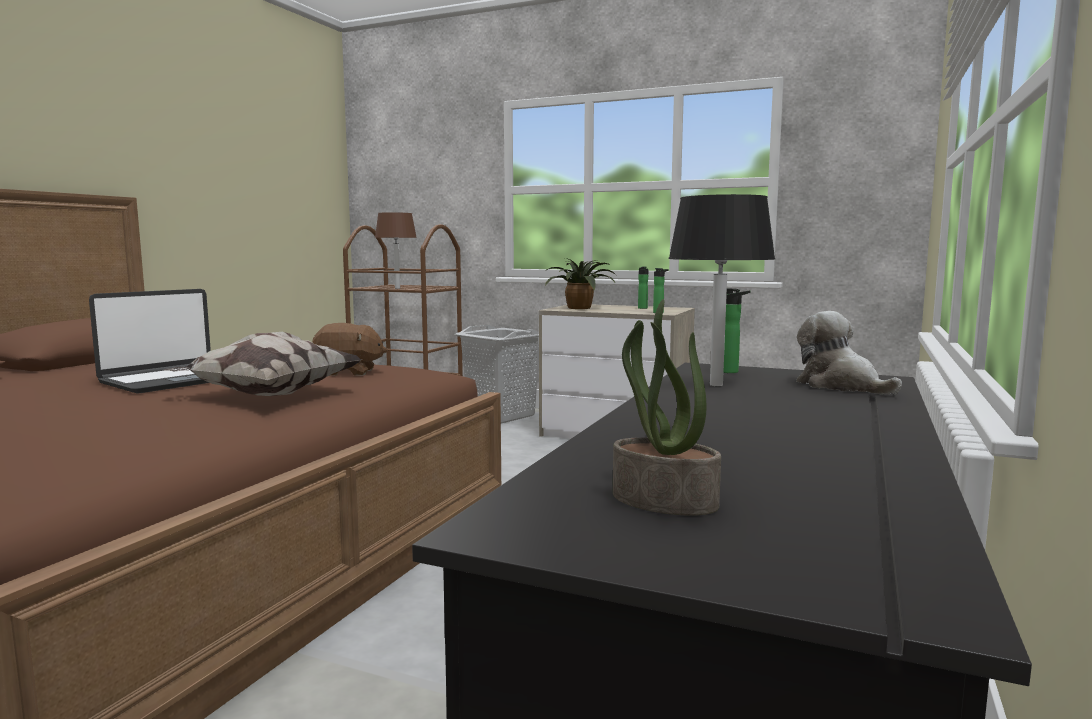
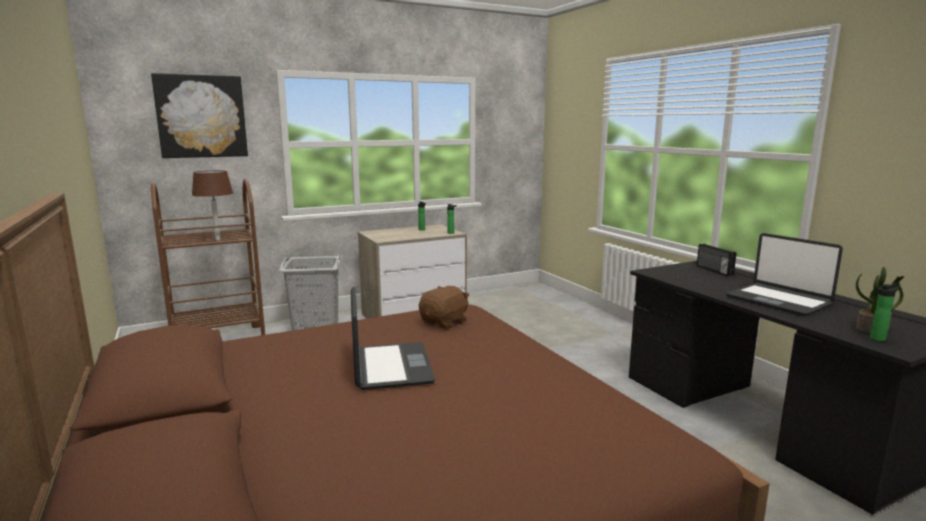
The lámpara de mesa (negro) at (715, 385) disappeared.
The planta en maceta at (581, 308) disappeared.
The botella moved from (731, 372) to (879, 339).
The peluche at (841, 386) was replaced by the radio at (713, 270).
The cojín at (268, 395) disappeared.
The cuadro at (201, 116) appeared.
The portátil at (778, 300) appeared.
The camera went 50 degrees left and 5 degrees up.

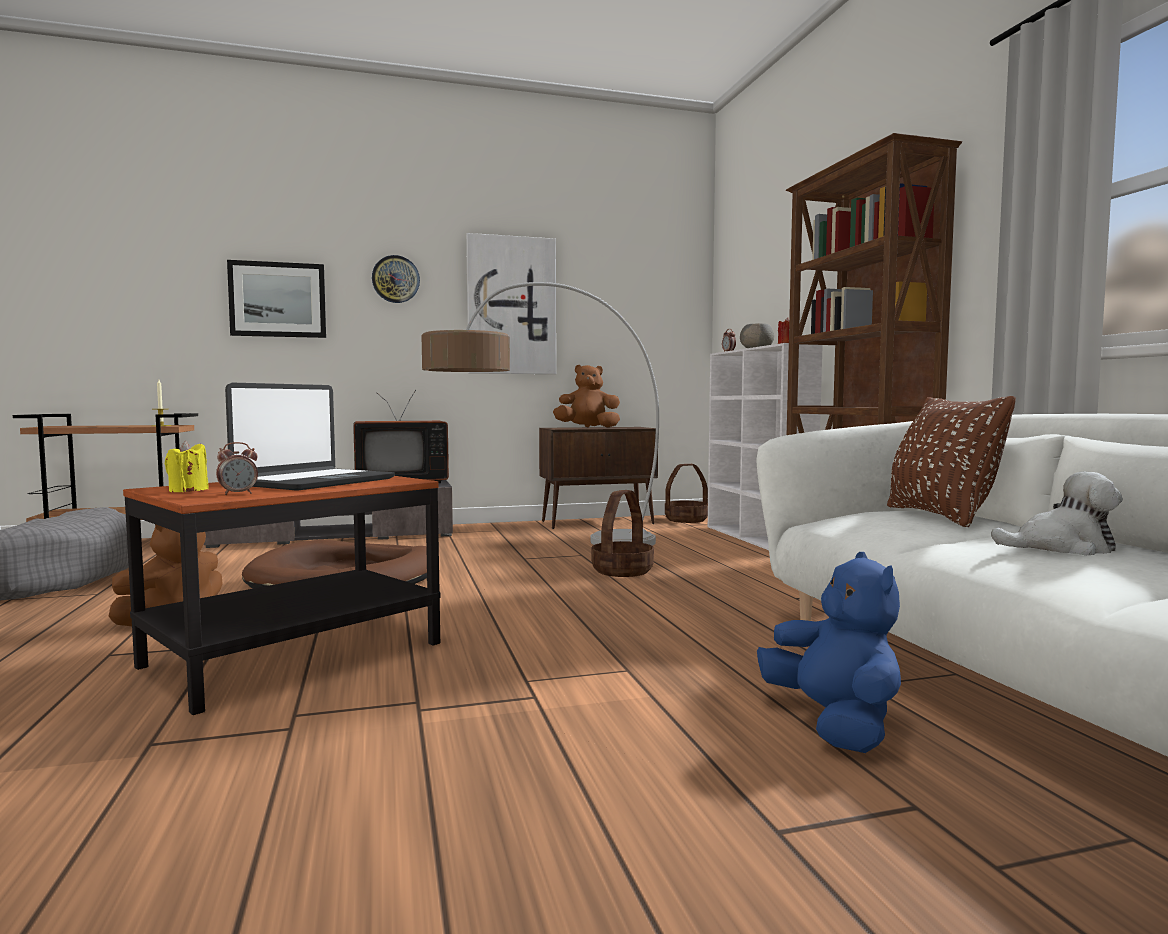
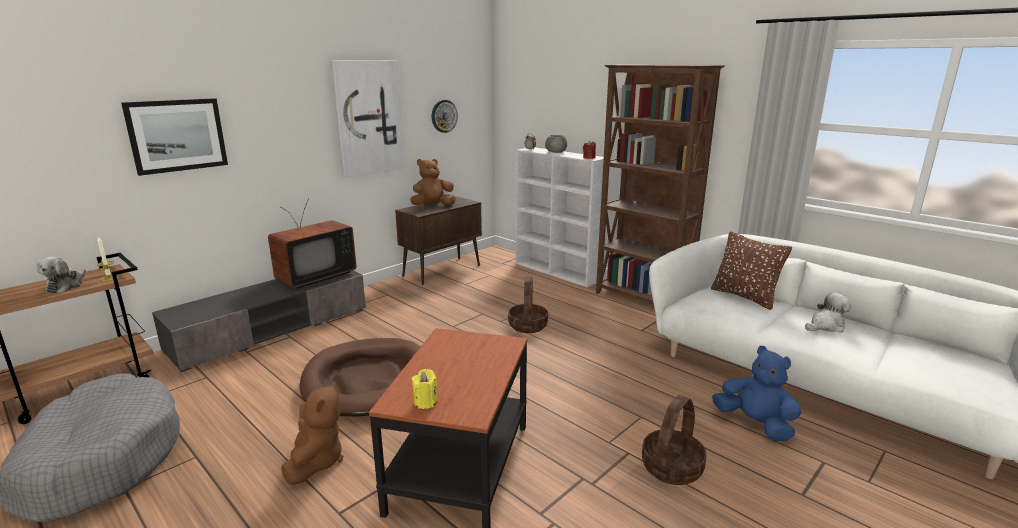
The reloj de pared moved from (395, 279) to (444, 116).
The lámpara de pie at (534, 546) disappeared.
The portátil at (314, 482) disappeared.
The despertador at (238, 494) disappeared.
The cesta moved from (686, 520) to (672, 468).
The peluche at (66, 286) appeared.
The camera went 30 degrees left and 15 degrees up.

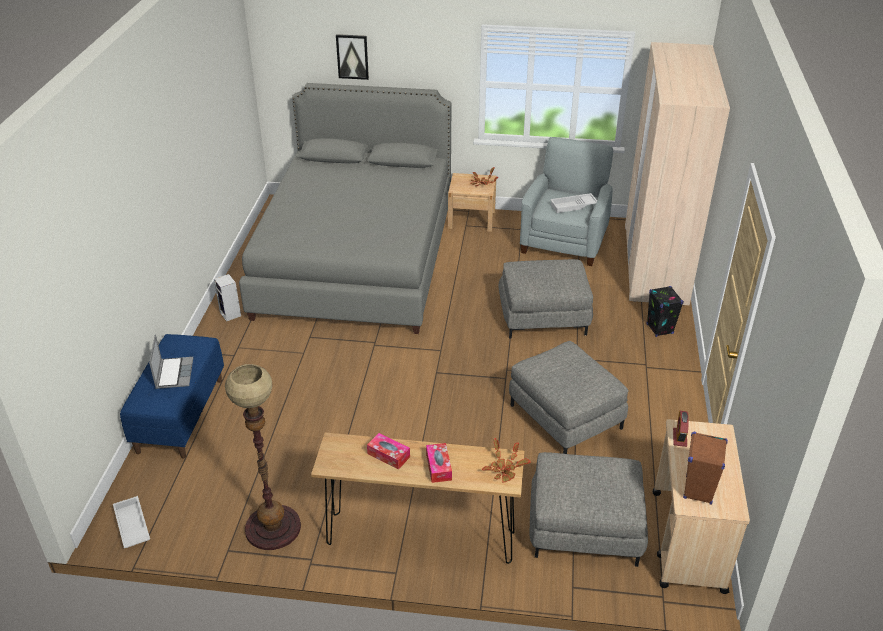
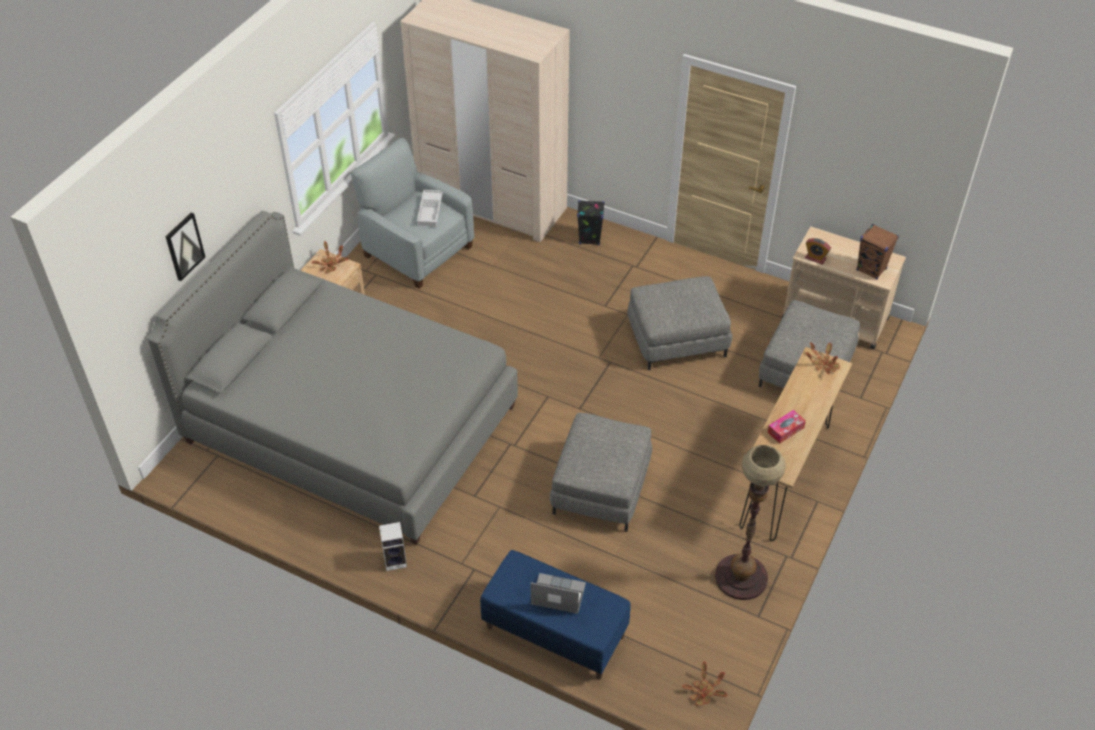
The puf (gris) moved from (543, 317) to (601, 488).
The caja de pañuelos at (438, 467) disappeared.
The bandeja (blanco) at (131, 526) was replaced by the planta en maceta at (703, 692).
The camera went 70 degrees left and 10 degrees up.

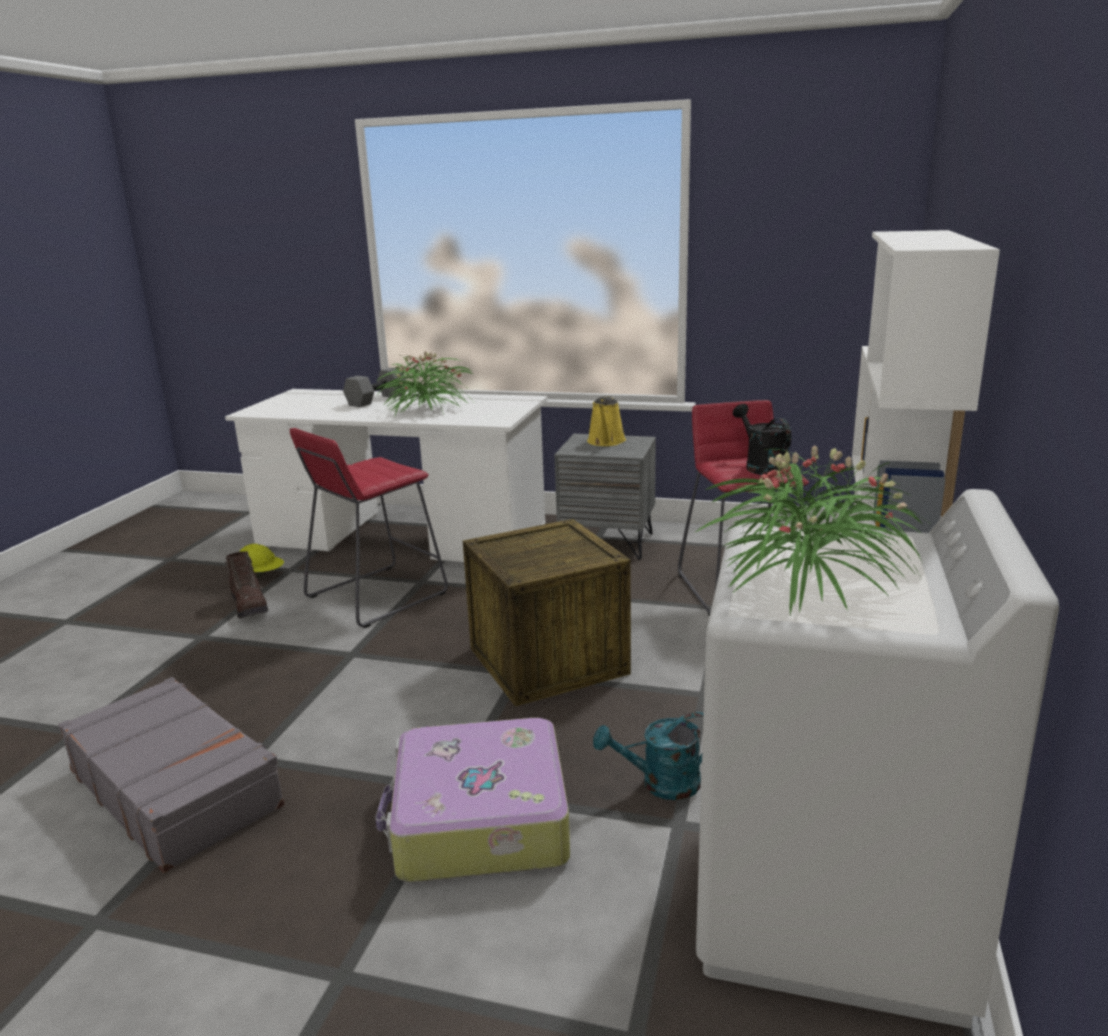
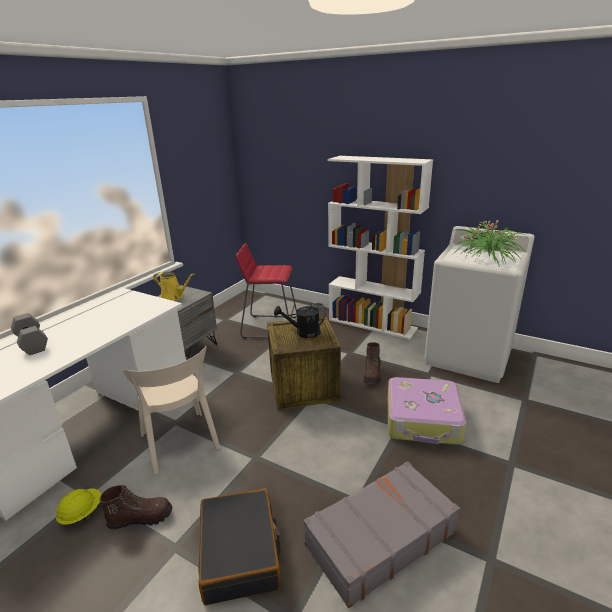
The planta en maceta at (426, 409) disappeared.
The regadera (negro) moved from (761, 466) to (303, 333).
The taburete (rojo) at (376, 596) was replaced by the silla (beis) at (180, 444).
The regadera (turquesa) at (660, 784) disappeared.
The bota (marrón) at (372, 375) appeared.
The maleta (negro) at (240, 553) appeared.
The camera went 75 degrees left and 5 degrees up.

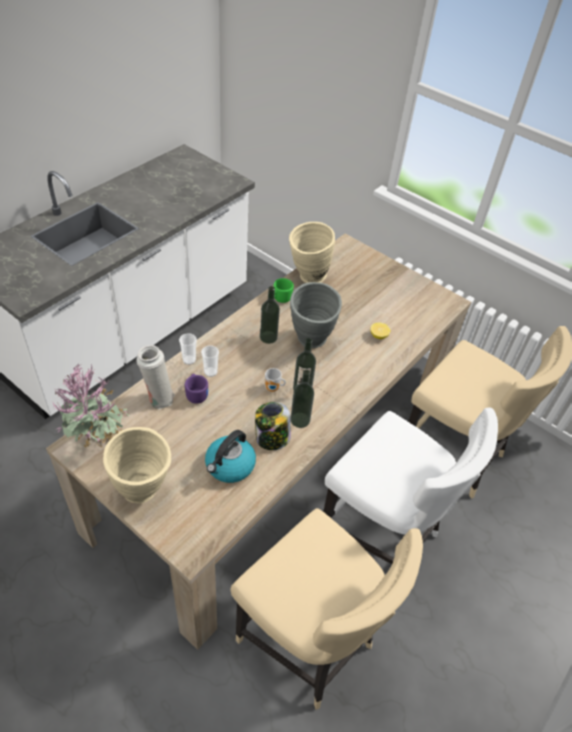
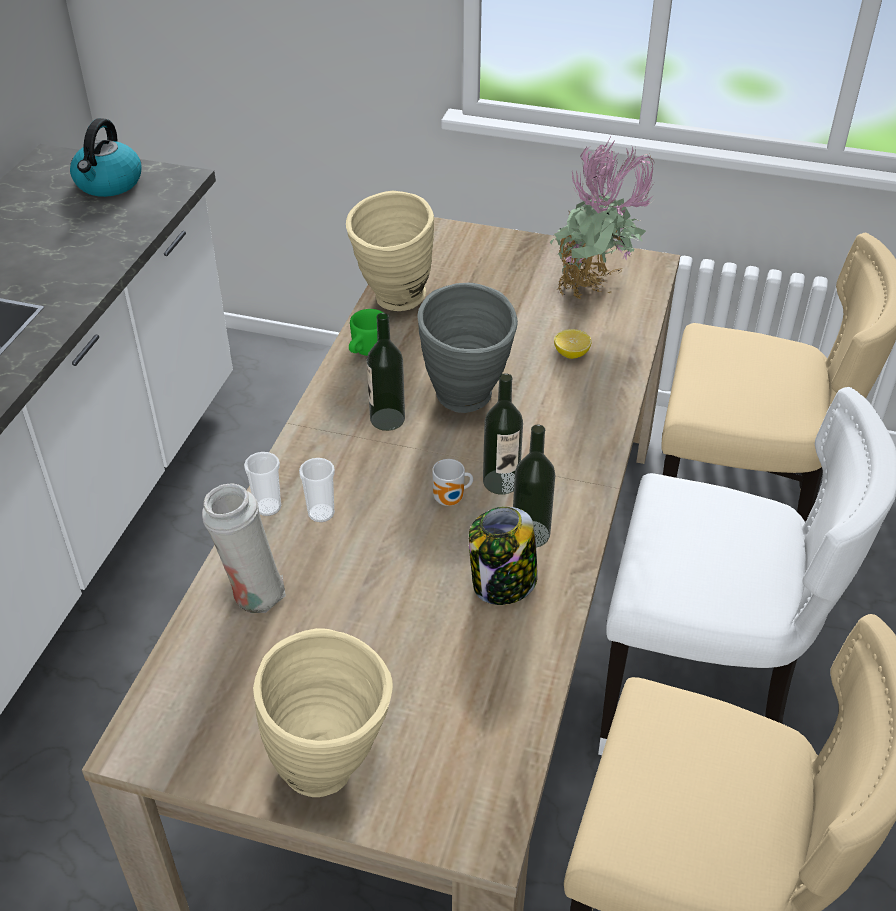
The planta en maceta moved from (100, 446) to (593, 294).
The taza grande (morado) at (196, 394) disappeared.
The hervidor moved from (229, 466) to (108, 184).
The camera went 20 degrees left and 5 degrees down.

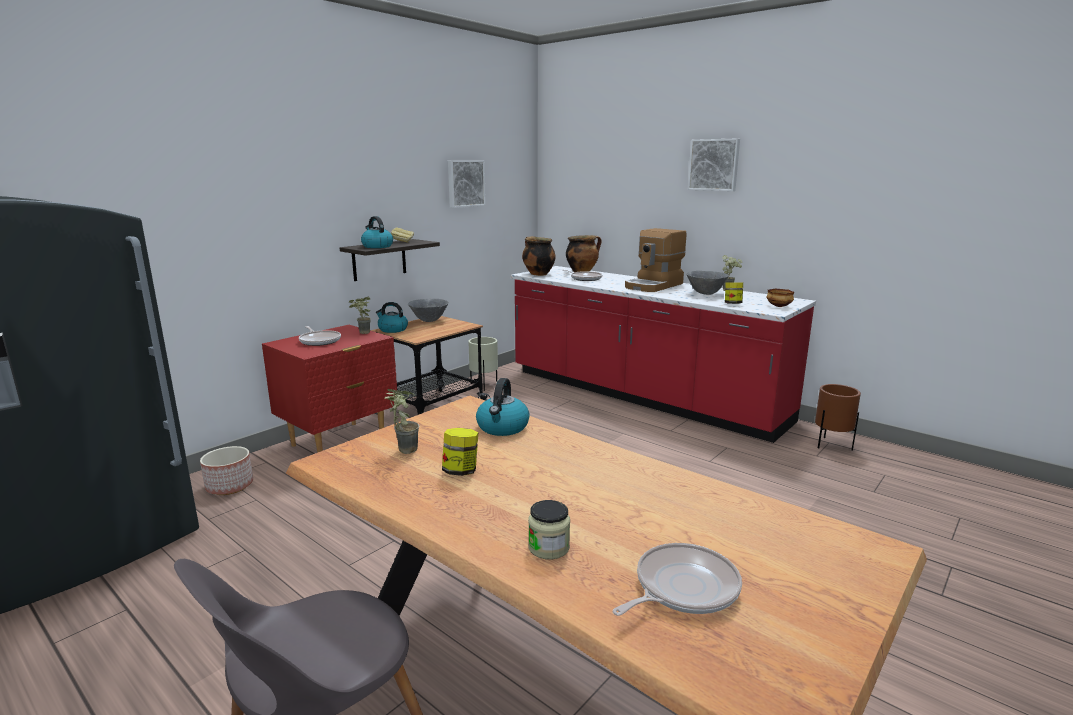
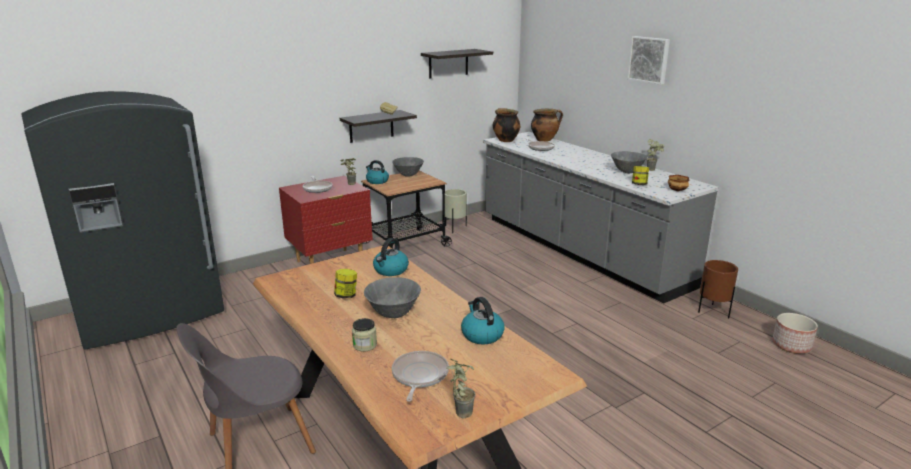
The cuadro at (465, 183) was replaced by the estante at (448, 63).
The hervidor moved from (377, 246) to (481, 335).
The cafetera at (654, 286) disappeared.
The mueble bajo de cocina (rojo) at (641, 396) became the mueble bajo de cocina (gris) at (578, 251).
The planta en maceta moved from (402, 449) to (459, 412).
The maceta moved from (230, 486) to (791, 346).
The sartén at (682, 588) turned 60 degrees counterclockwise.
The cuenco (gris) at (393, 314) appeared.
The camera went 15 degrees right and 5 degrees up.

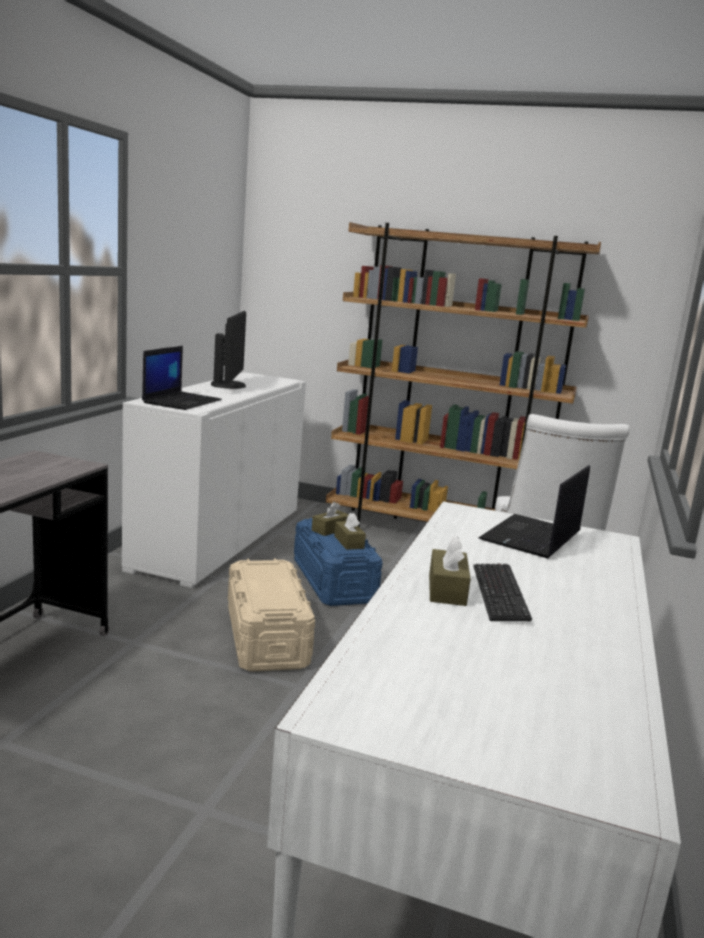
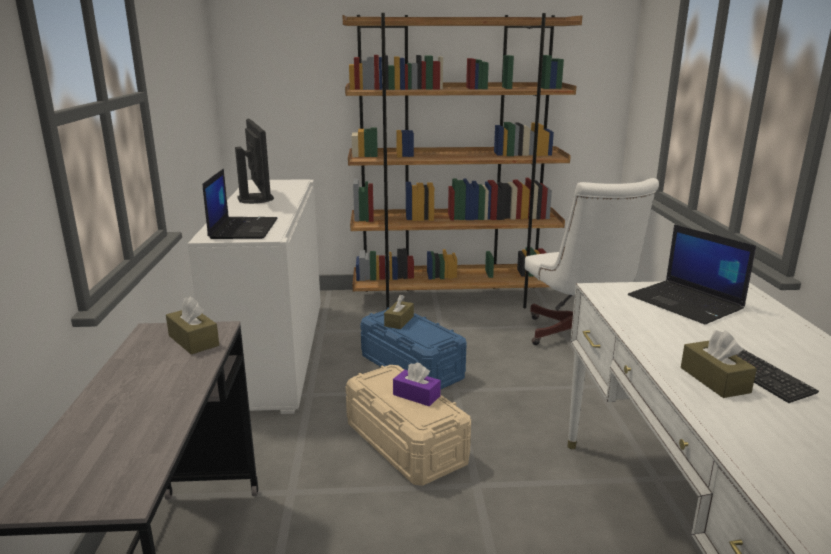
The portátil at (531, 537) turned 45 degrees counterclockwise.
The caja de pañuelos (marrón) moved from (349, 542) to (193, 340).
The caja de pañuelos (morado) at (416, 395) appeared.
The camera went 20 degrees left and 5 degrees up.

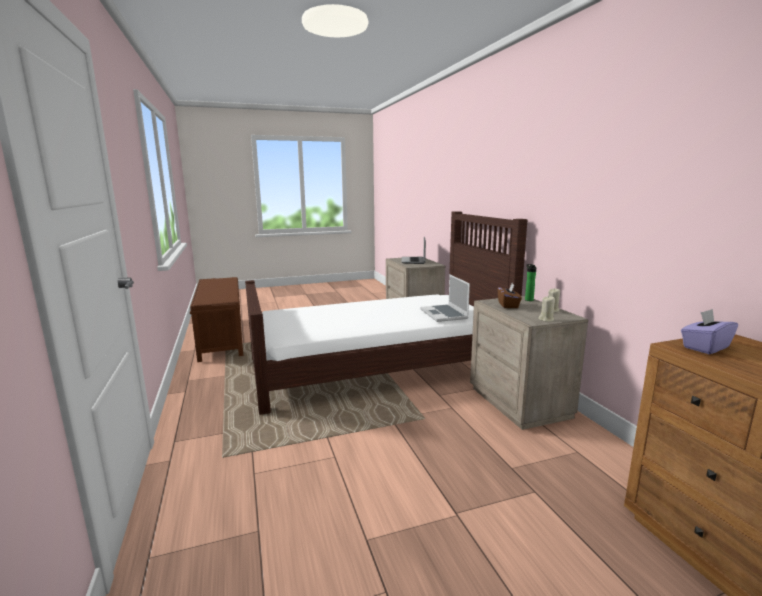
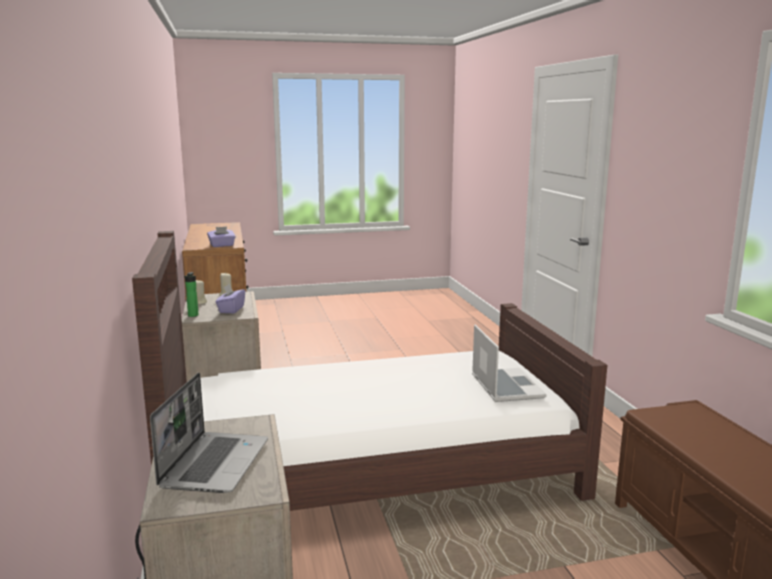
The portátil moved from (444, 314) to (505, 386).
The caja de pañuelos (marrón) at (508, 305) became the caja de pañuelos (morado) at (231, 309).
The camera went 175 degrees left and 0 degrees up.

